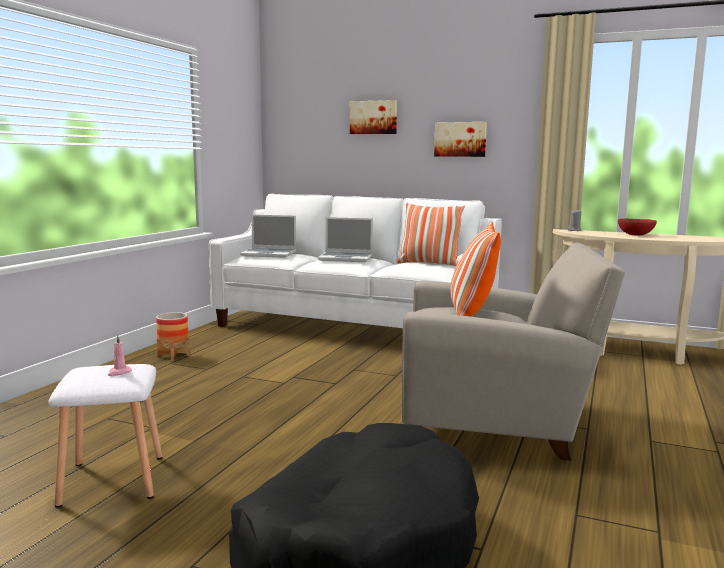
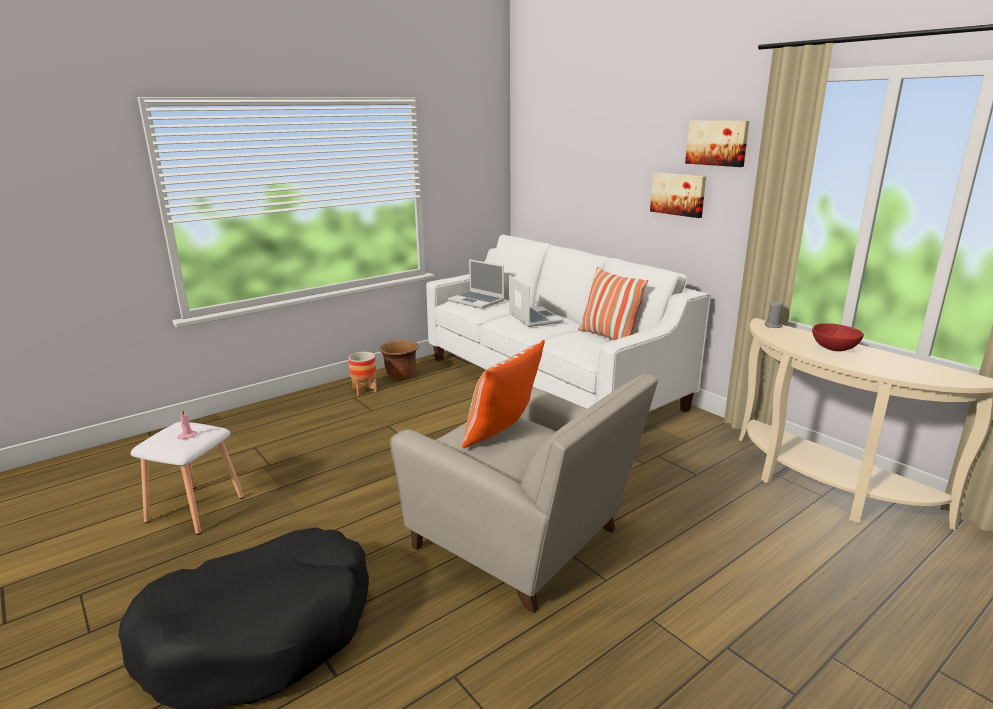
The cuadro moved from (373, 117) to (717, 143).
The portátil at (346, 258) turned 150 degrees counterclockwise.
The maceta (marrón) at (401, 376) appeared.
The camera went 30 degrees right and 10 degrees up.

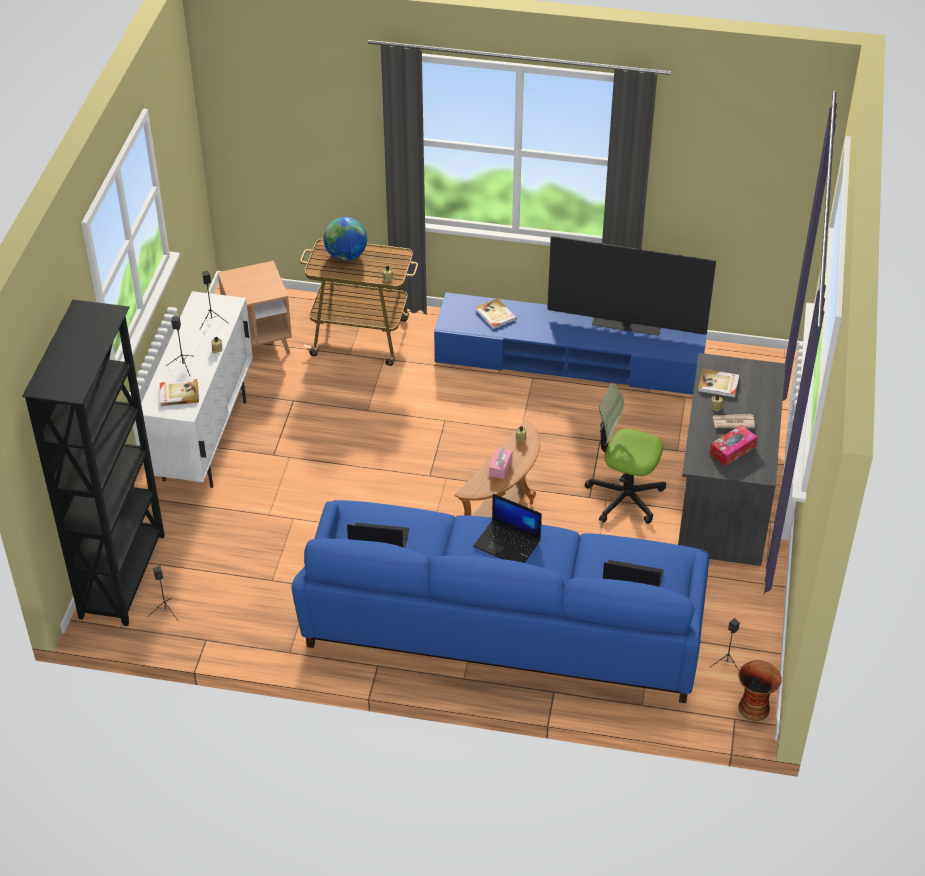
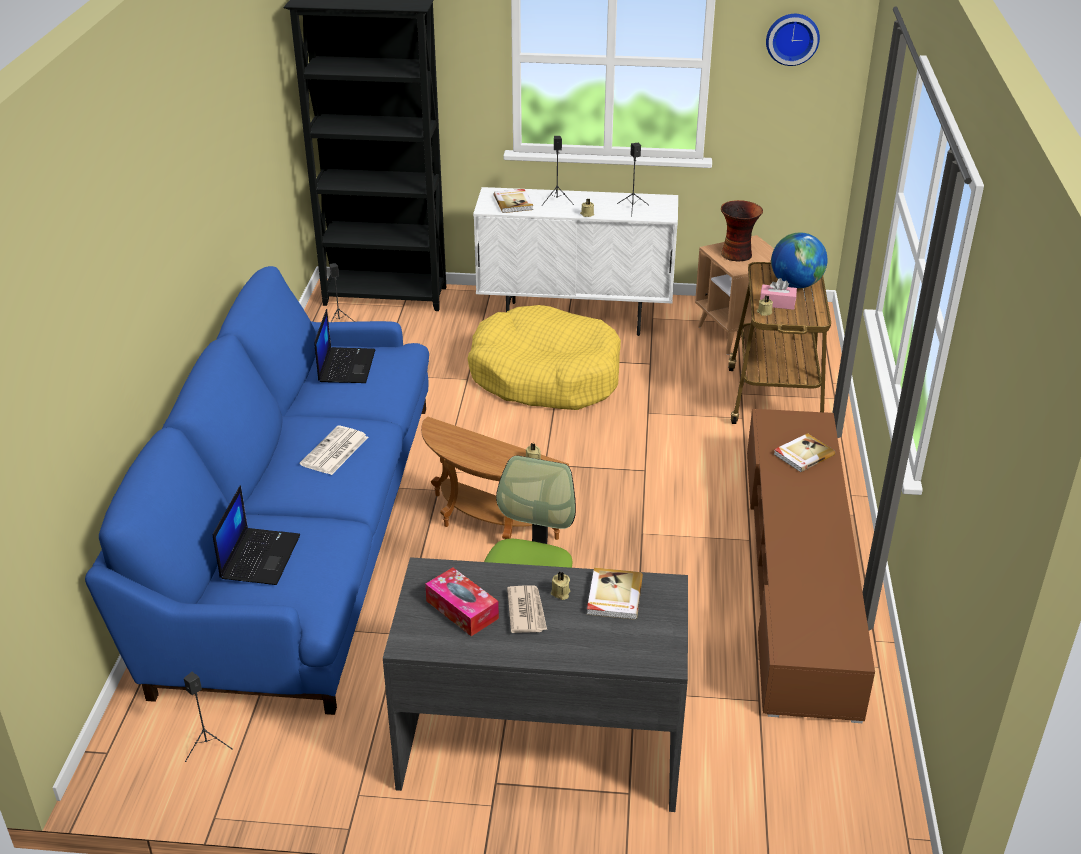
The televisor at (626, 326) disappeared.
The mueble de televisión (azul) at (570, 360) became the mueble de televisión (marrón) at (798, 574).
The caja de pañuelos (rosa) moved from (500, 467) to (777, 303).
The portátil at (508, 543) was replaced by the periódico at (334, 452).
The florero moved from (753, 707) to (737, 254).
The reloj de pared at (792, 38) appeared.
The cama para perro (amarillo) at (545, 376) appeared.
The camera went 85 degrees right and 10 degrees down.

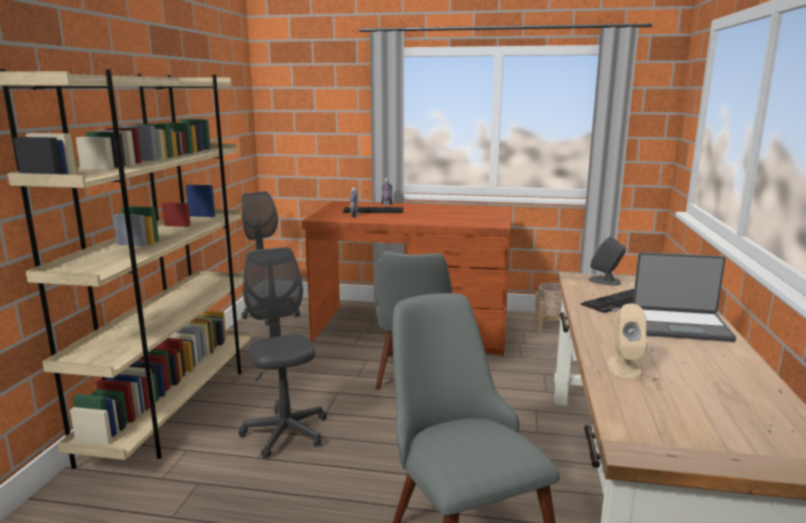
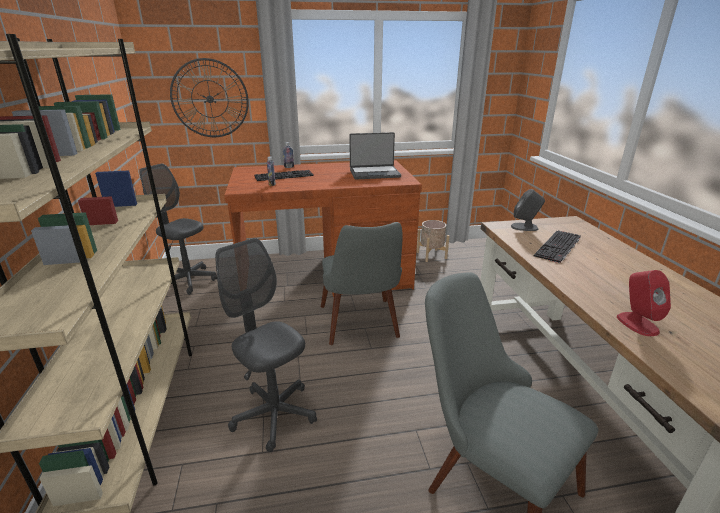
The portátil moved from (680, 326) to (374, 173).
The altavoz (beis) at (624, 367) became the altavoz (rojo) at (637, 323).
The reloj de pared at (210, 99) appeared.
The camera went 20 degrees left and 10 degrees up.

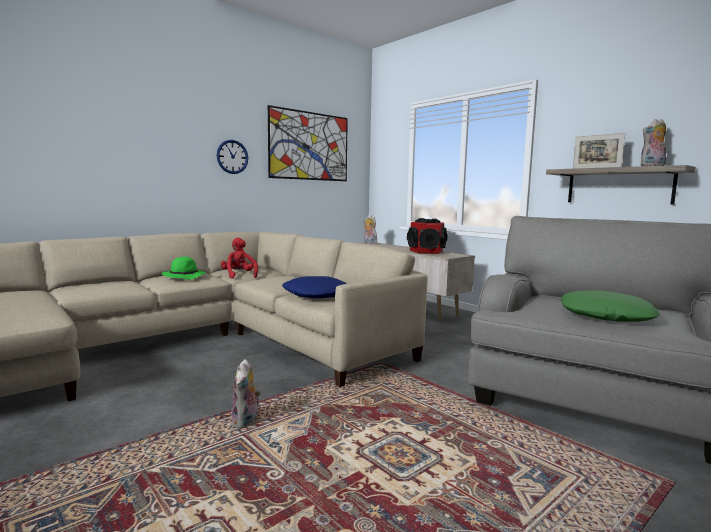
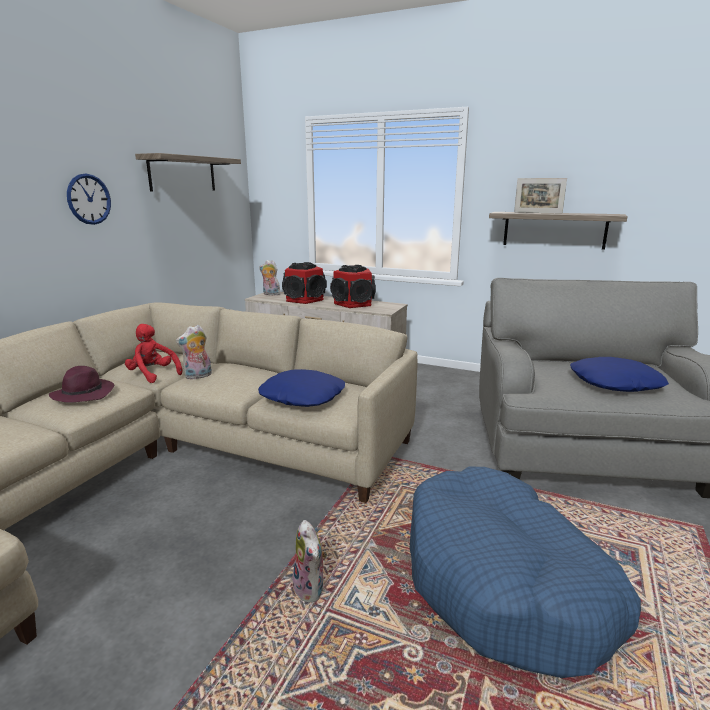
The cuadro at (309, 146) was replaced by the estante at (182, 174).
The peluche moved from (652, 166) to (198, 376).
The sombrero (verde) at (184, 276) became the sombrero (morado) at (84, 394).
The cojín (verde) at (605, 316) became the cojín (azul) at (614, 383).
The altavoz at (305, 299) appeared.
The cama para perro (azul) at (504, 583) appeared.
The camera went 25 degrees left and 10 degrees up.

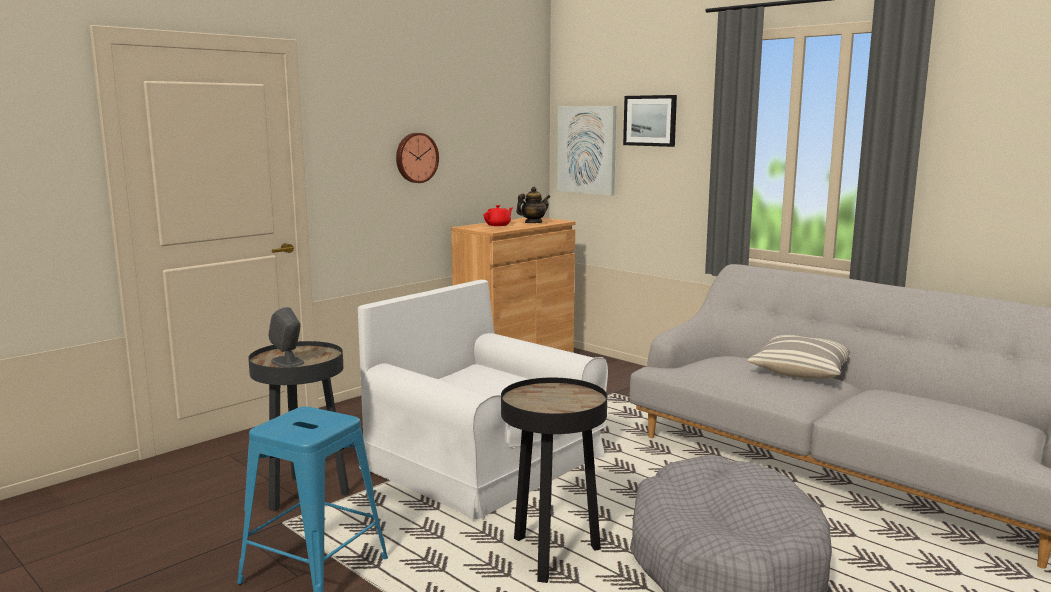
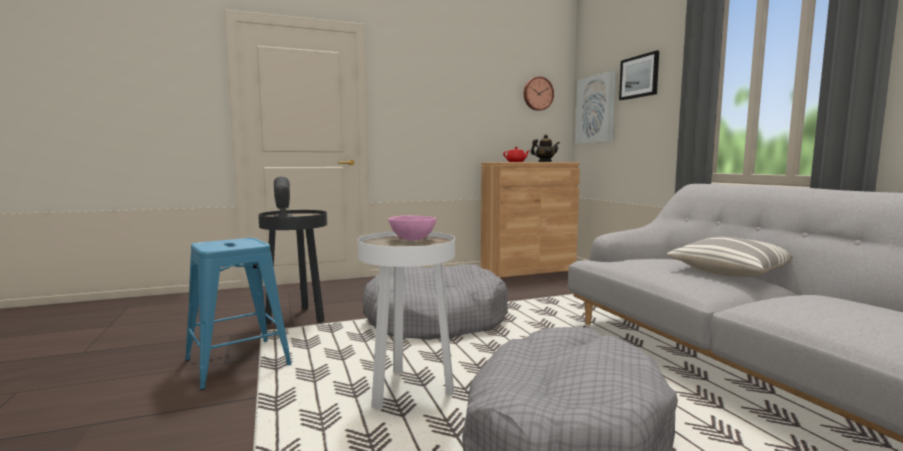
The reloj de pared moved from (416, 157) to (537, 94).
The sillón (blanco) at (484, 462) was replaced by the cama para perro (gris) at (435, 320).
The mesa auxiliar (negro) at (553, 556) became the mesa auxiliar (blanco) at (409, 391).
The cuenco (rosa) at (412, 239) appeared.
The camera went 25 degrees right and 5 degrees down.

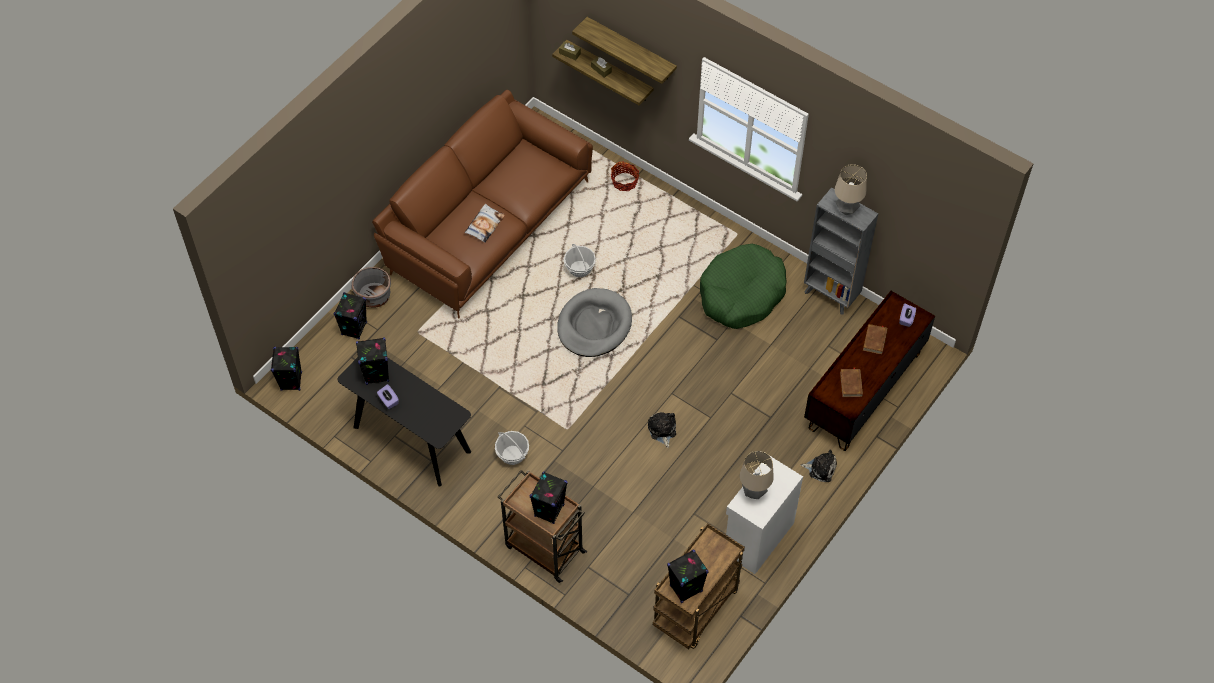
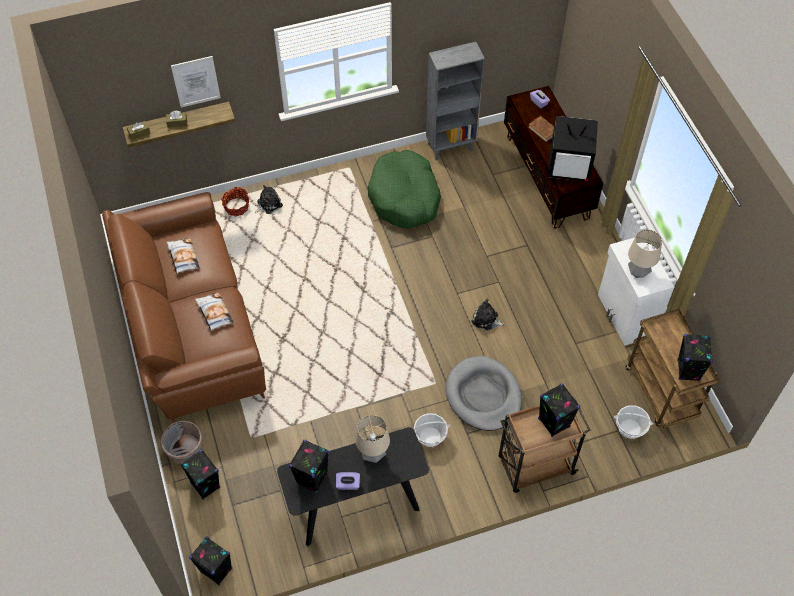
The estante at (631, 49) was replaced by the cuadro at (196, 81).
The lámpara de mesa moved from (846, 210) to (373, 455).
The cesta moved from (580, 269) to (630, 429).
The cama para perro (gris) moved from (594, 325) to (483, 395).
The libro (marrón) at (851, 384) was replaced by the televisor at (570, 165).
The peluche moved from (820, 468) to (268, 204).
The cojín at (183, 257) appeared.
The camera went 55 degrees left and 0 degrees up.

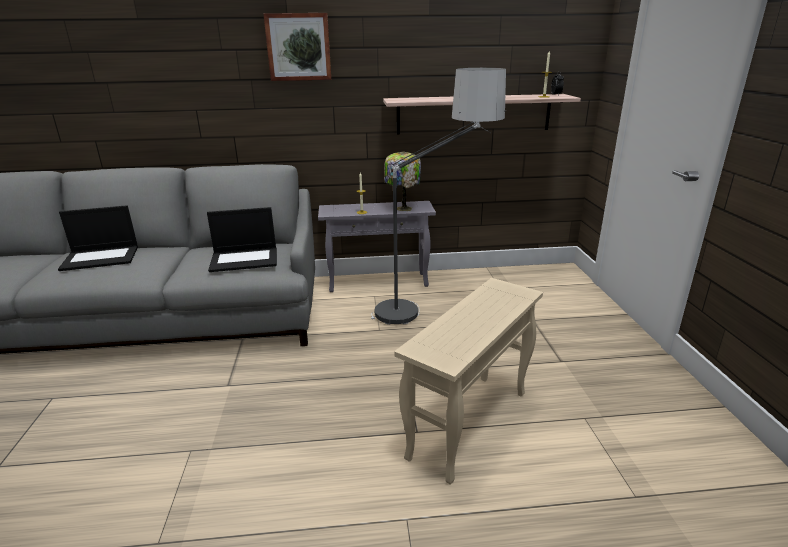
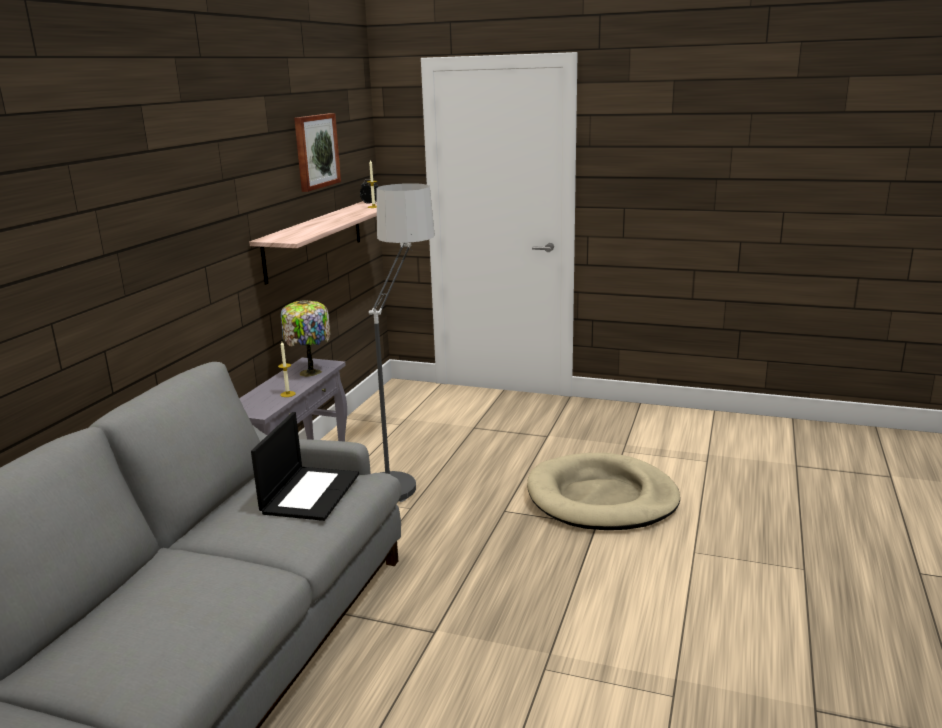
The cuadro moved from (298, 47) to (315, 151).
The portátil at (101, 257) disappeared.
The mesa auxiliar (beis) at (469, 424) was replaced by the cama para perro (beis) at (601, 498).
The camera went 65 degrees left and 5 degrees down.

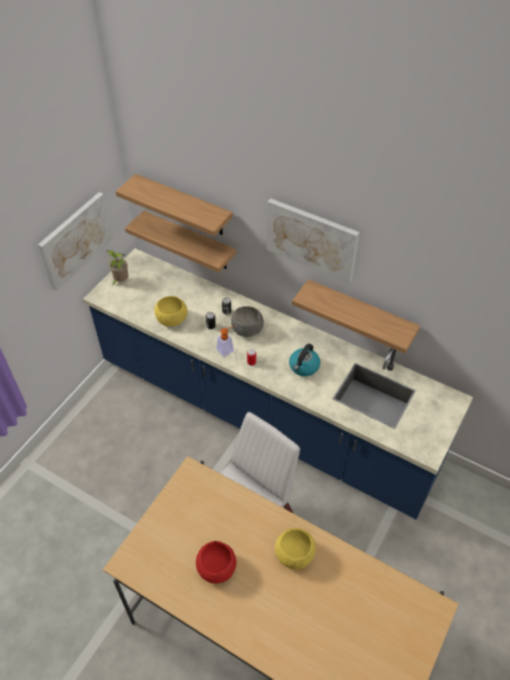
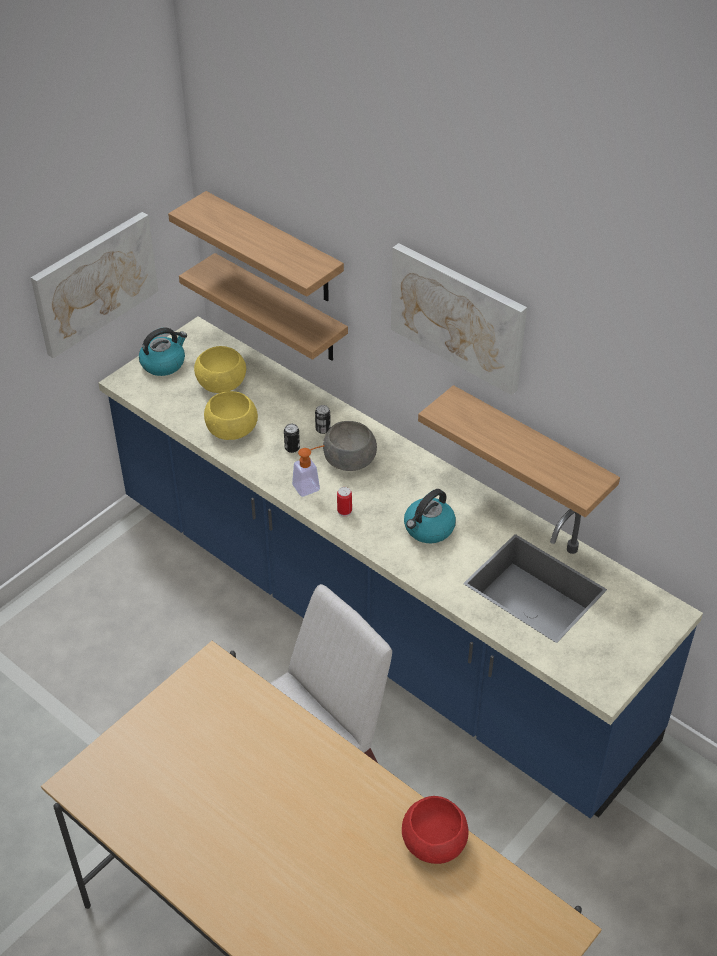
The planta en maceta at (120, 281) was replaced by the hervidor at (163, 363).
The cuenco (amarillo) moved from (294, 554) to (221, 384).
The cuenco (rojo) moved from (217, 567) to (434, 842).
The camera went 10 degrees right and 5 degrees down.

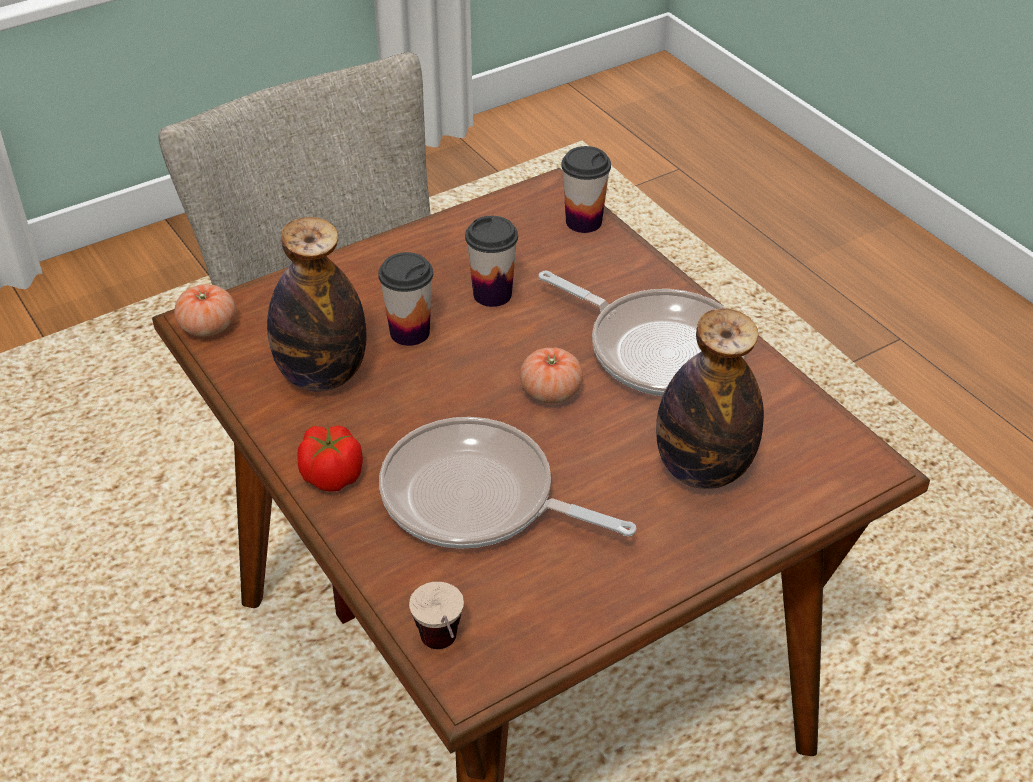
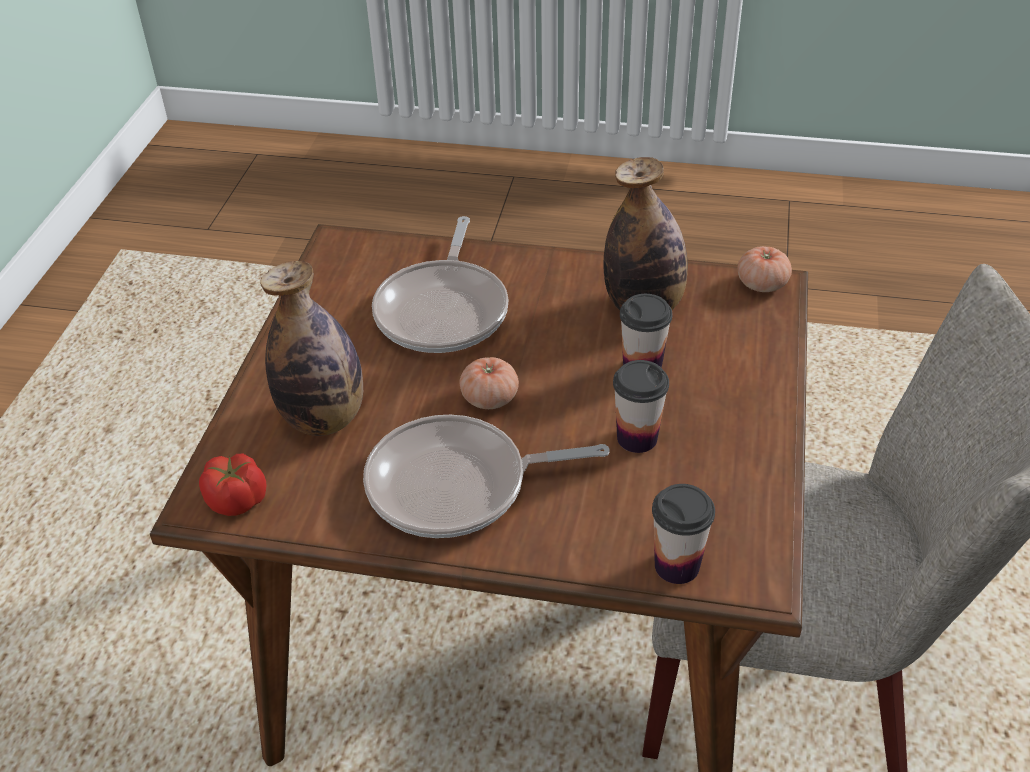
The sartén at (477, 499) turned 120 degrees clockwise.
The tomate moved from (332, 475) to (238, 500).
The taza at (443, 653) disappeared.
The camera went 135 degrees right and 0 degrees up.

